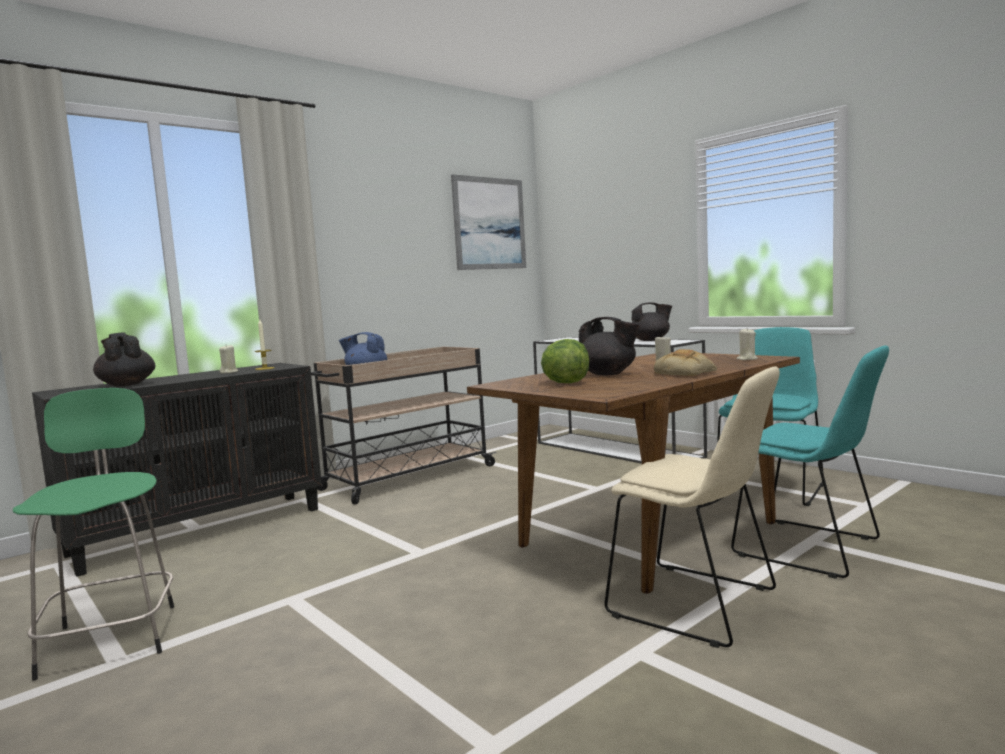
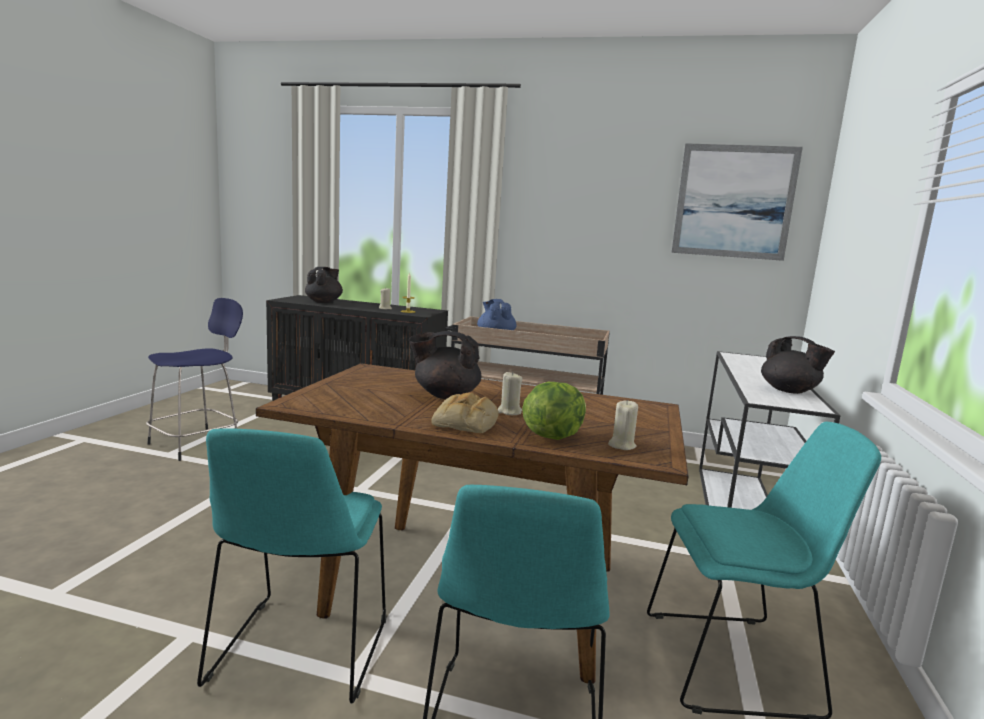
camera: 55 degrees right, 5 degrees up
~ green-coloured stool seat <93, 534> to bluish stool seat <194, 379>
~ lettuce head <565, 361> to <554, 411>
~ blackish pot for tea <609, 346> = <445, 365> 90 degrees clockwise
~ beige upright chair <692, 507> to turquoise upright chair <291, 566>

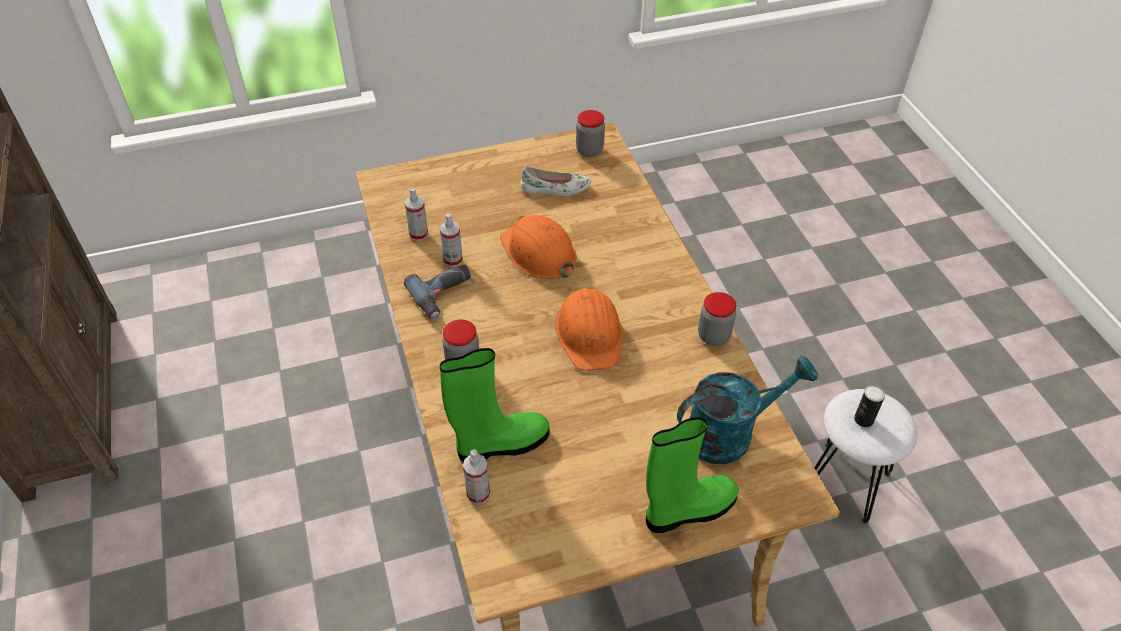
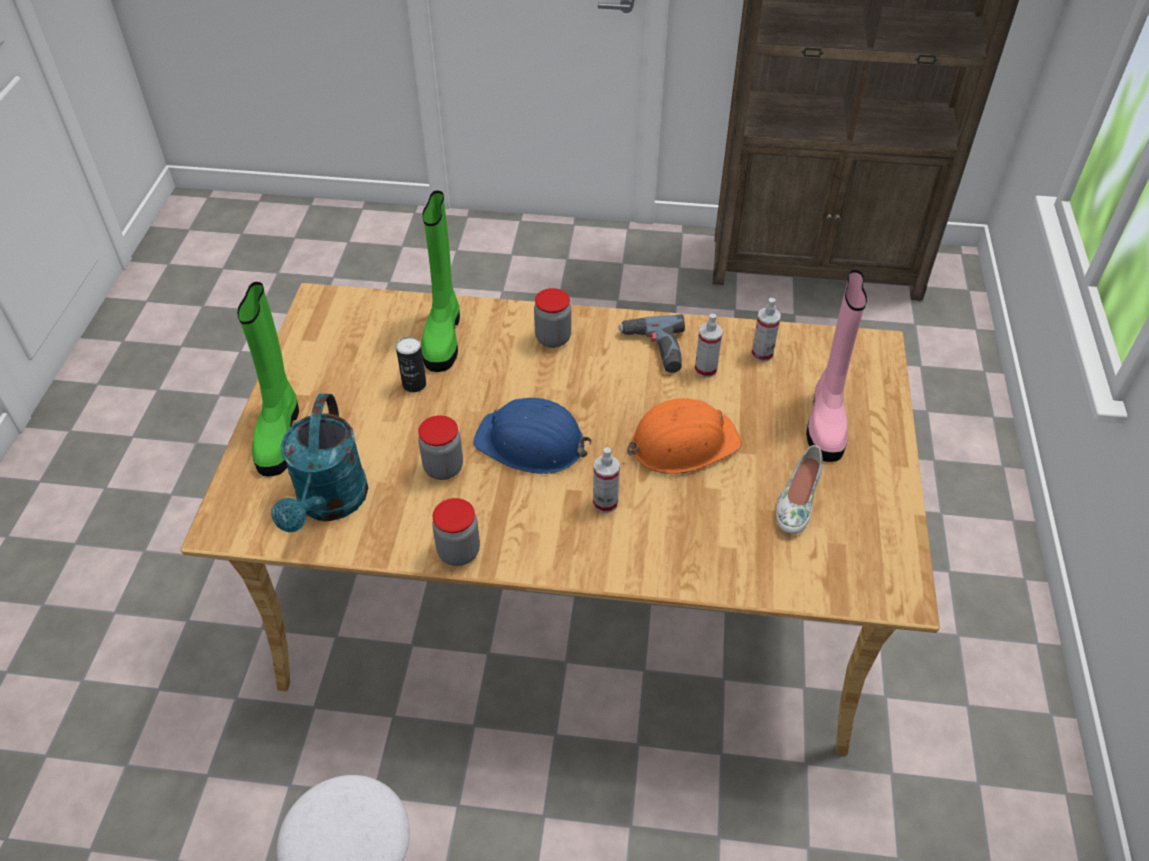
camera: 115 degrees right, 0 degrees up
~ hand sprayer <476, 476> to <606, 480>
~ orange-coloured hard hat <589, 329> to bluish hard hat <532, 436>
~ jar <590, 133> to <440, 447>
~ sealed can <869, 406> to <411, 364>
+ pink high-top boot <836, 366>

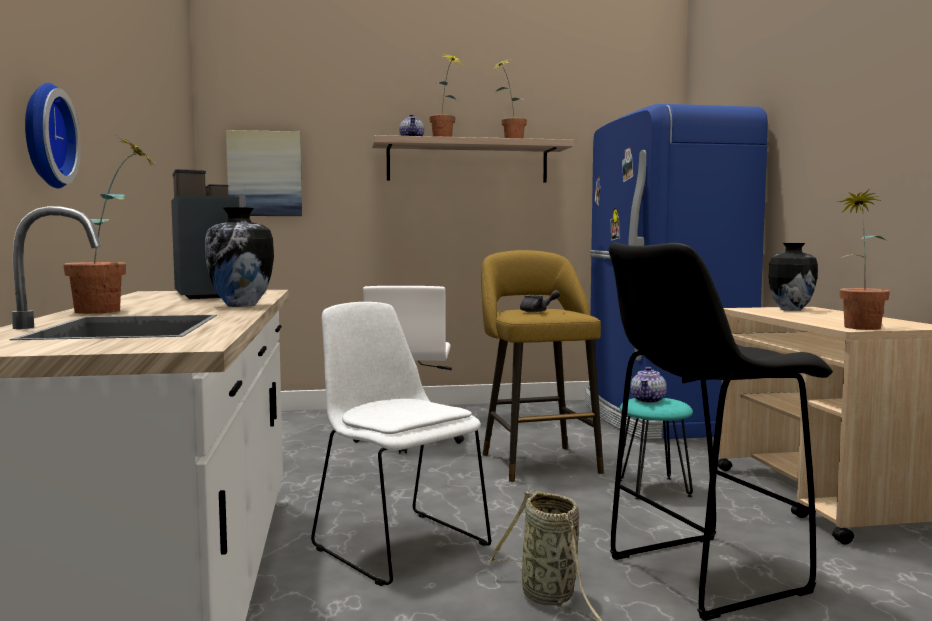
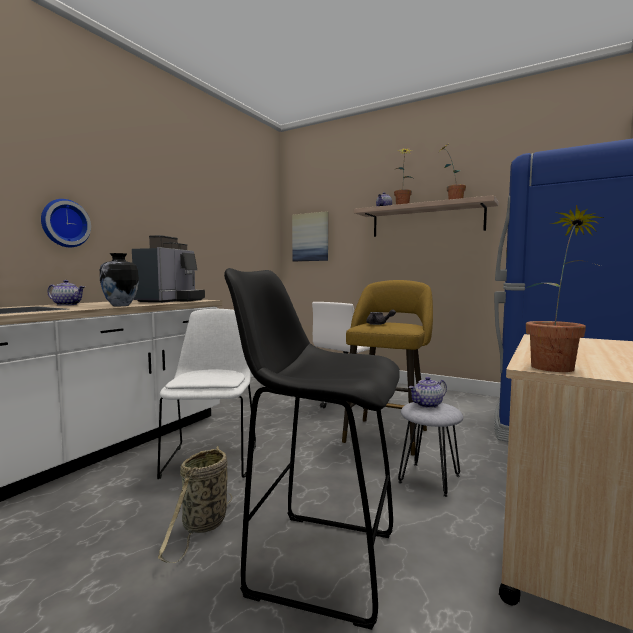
camera: 40 degrees right, 0 degrees up
~ plant in a pot <109, 226> to pot for tea <66, 293>
~ turquoise stool seat <656, 448> to gray stool seat <430, 449>
- decorative vase <793, 277>

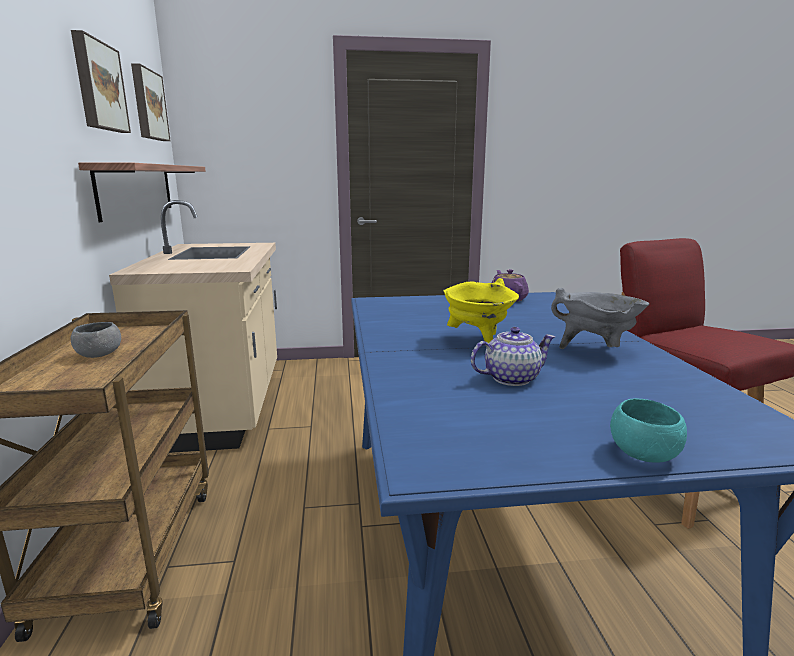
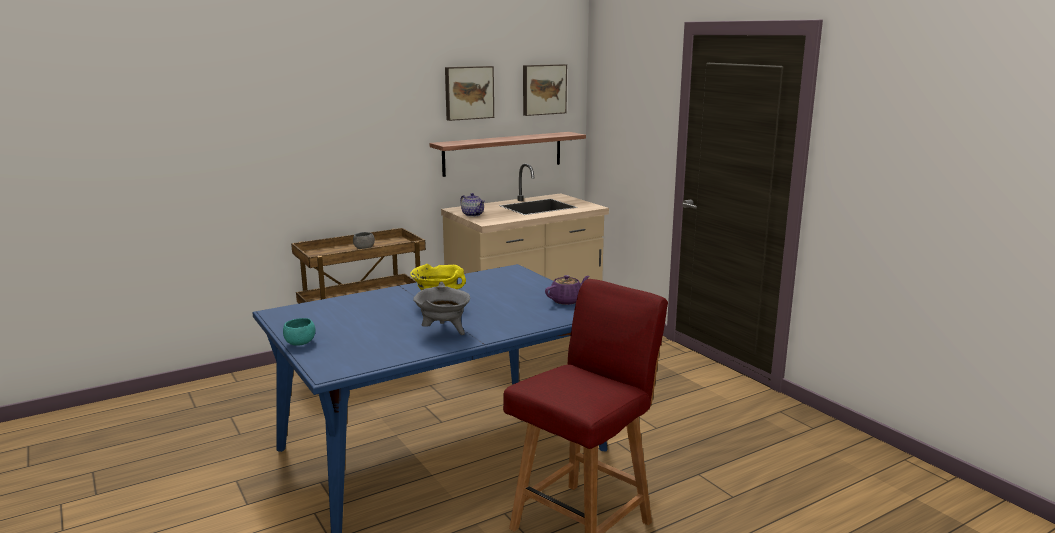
camera: 65 degrees right, 0 degrees up
~ pot for tea <513, 356> to <472, 205>

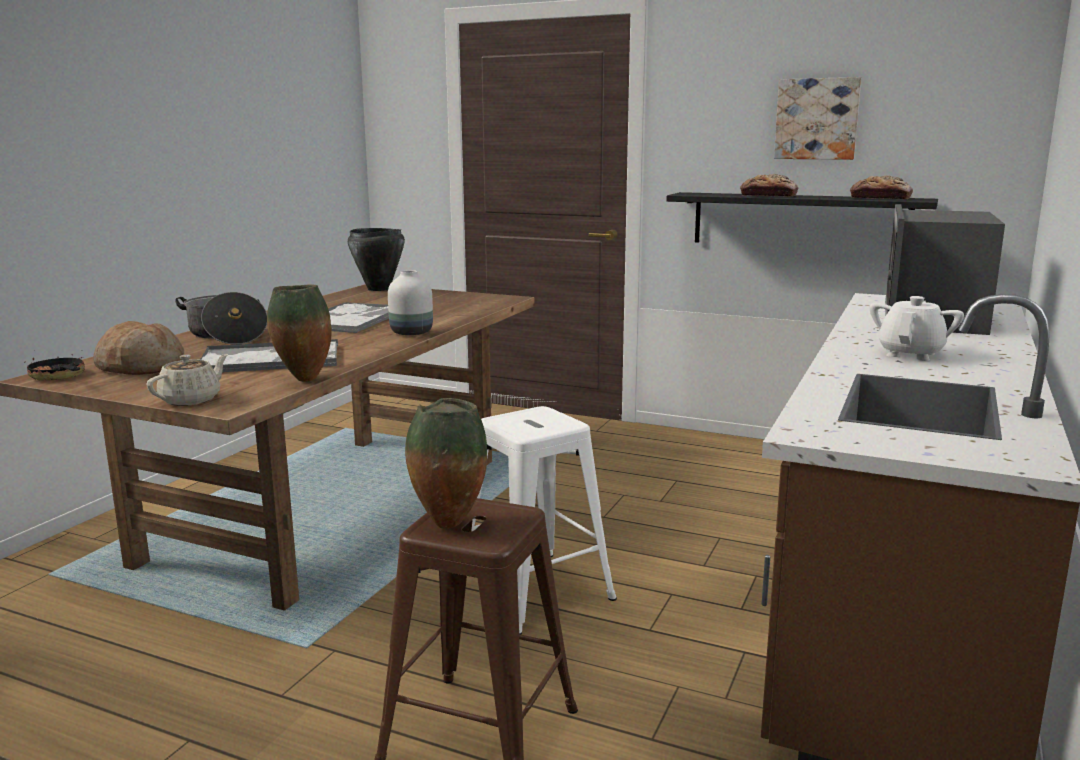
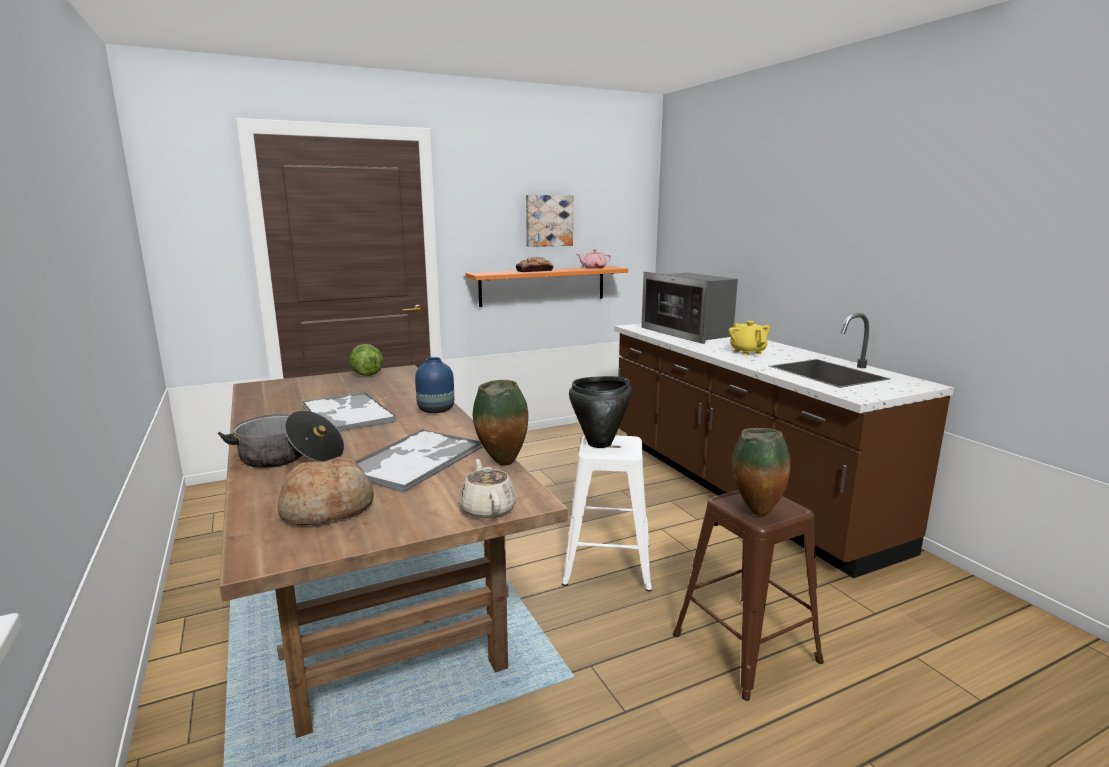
camera: 50 degrees left, 0 degrees up
- skillet <55, 365>
~ blackish cooking pot <376, 259> to <600, 412>
~ white-coloured decorative vase <410, 302> to bluish decorative vase <434, 385>
~ blackish wall shelf <802, 217> to orange-coloured wall shelf <547, 286>
~ bakery bread <881, 187> to pink pot for tea <594, 259>
~ white-coloured pot for tea <917, 328> to yellow pot for tea <749, 338>
+ lettuce head <366, 360>

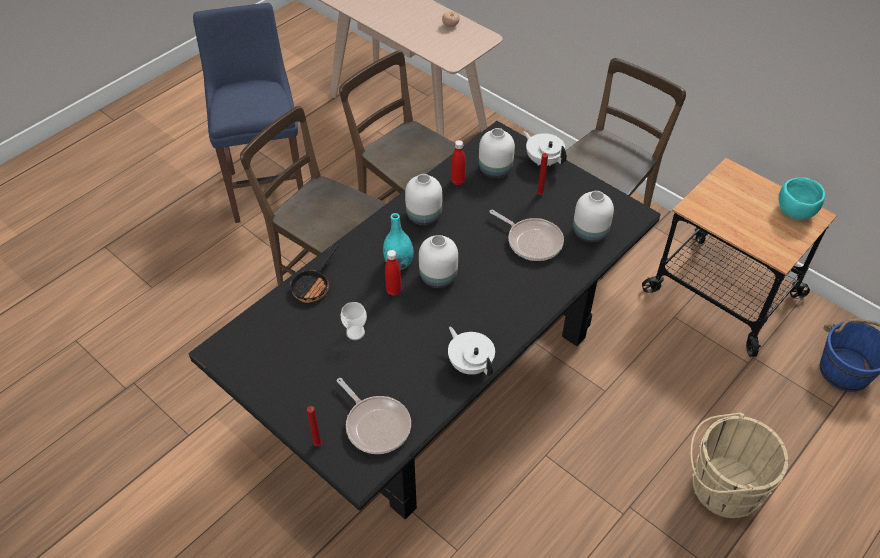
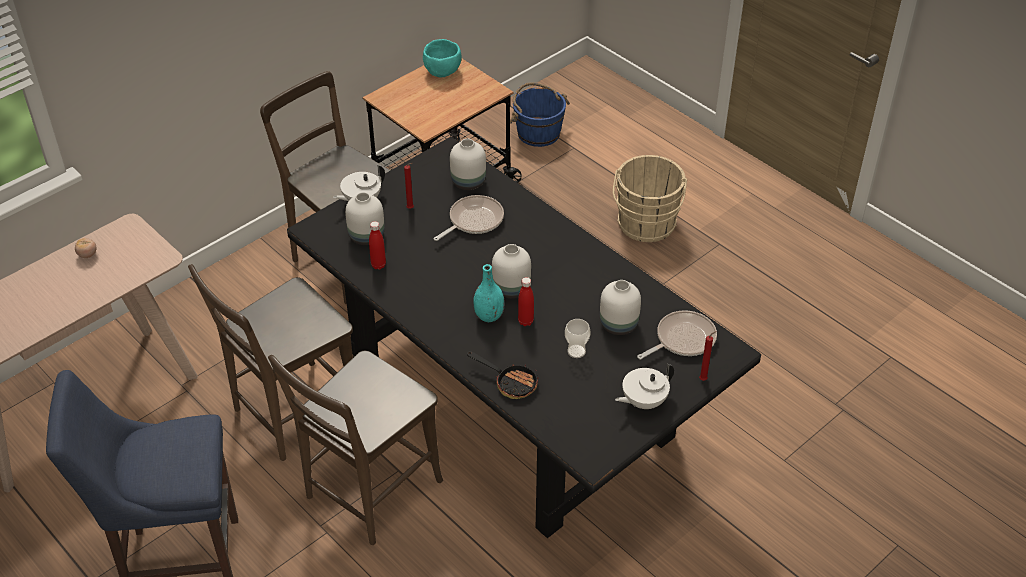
camera: 85 degrees left, 5 degrees down
~ white-coloured decorative vase <423, 199> to <620, 307>
~ white-coloured pot for tea <471, 351> to <644, 386>

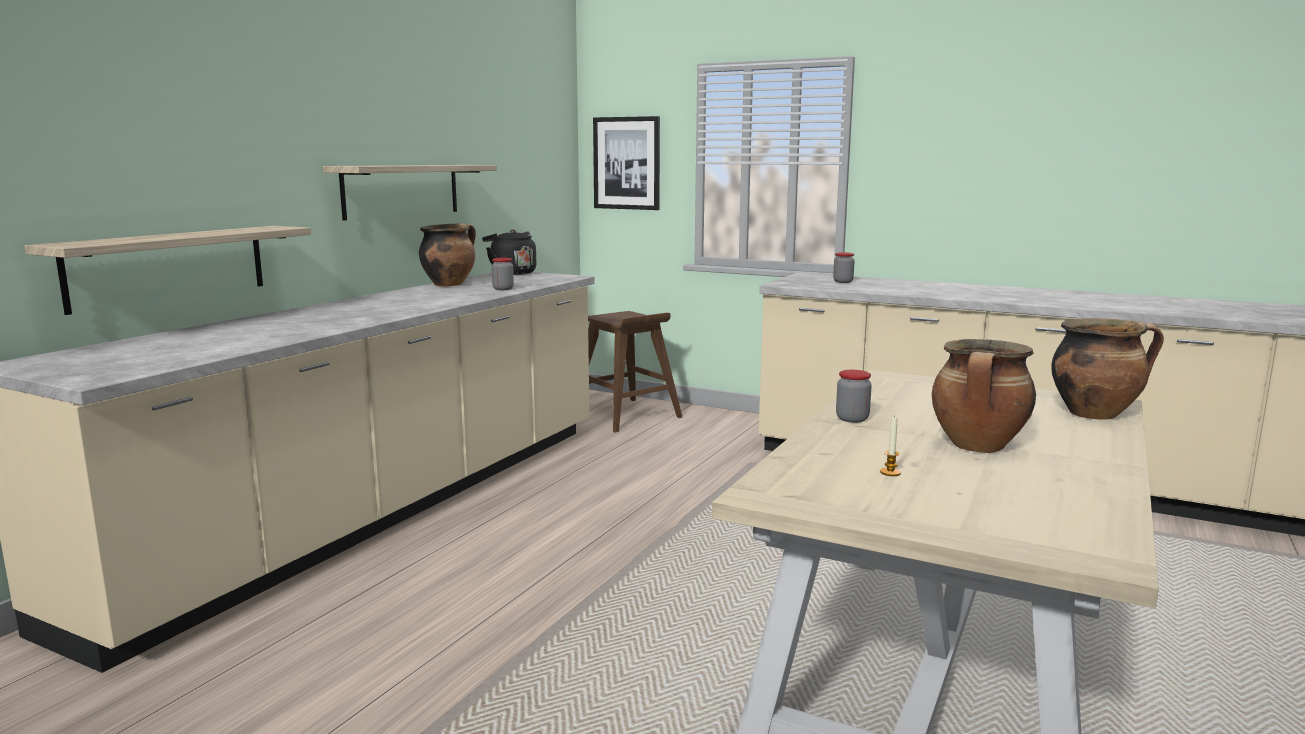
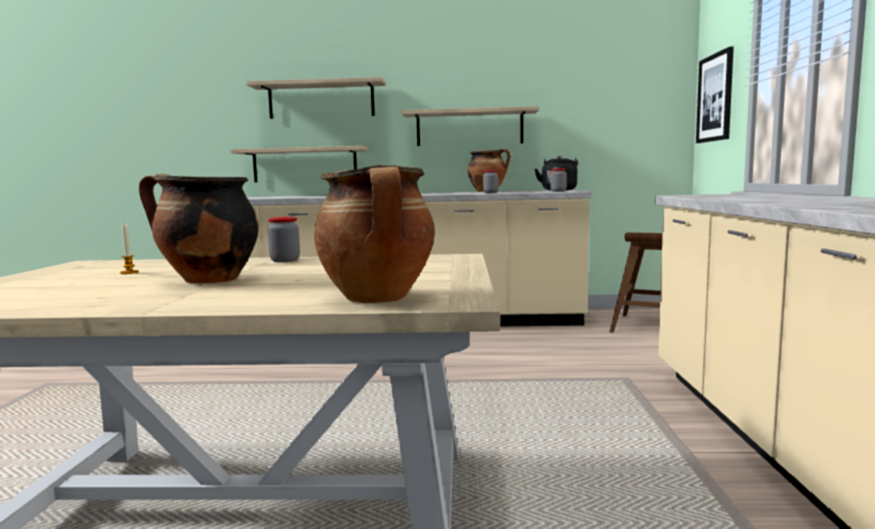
camera: 65 degrees right, 5 degrees down
~ jar <844, 267> to <559, 180>
+ wall shelf <316, 98>

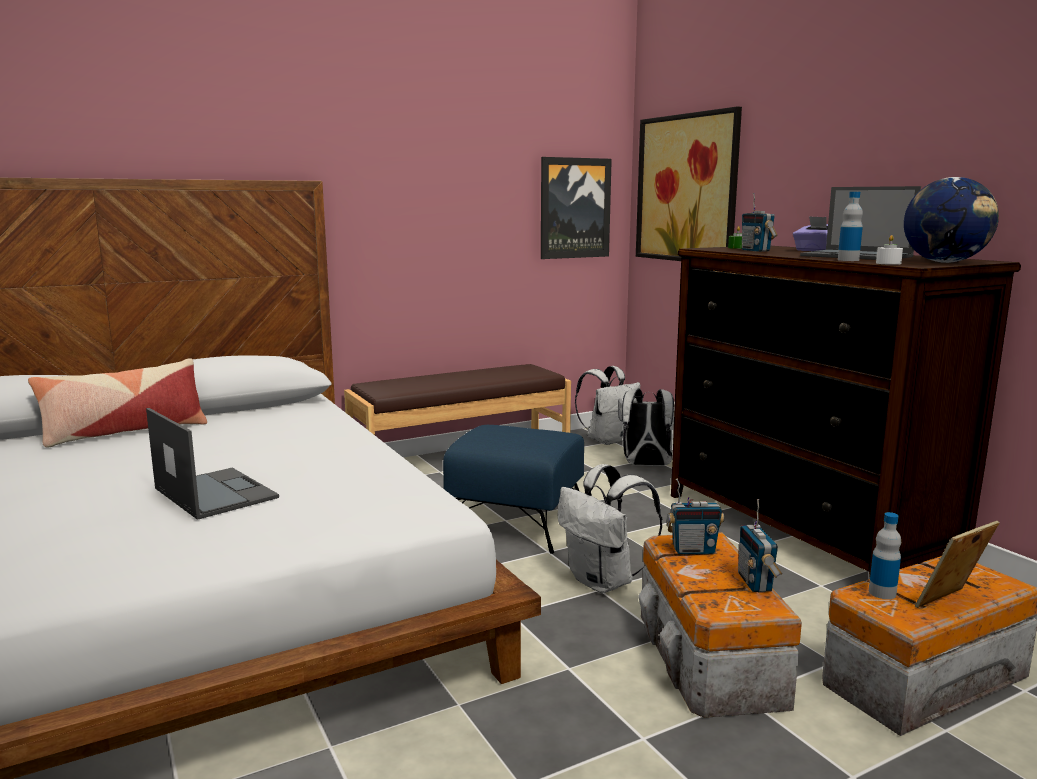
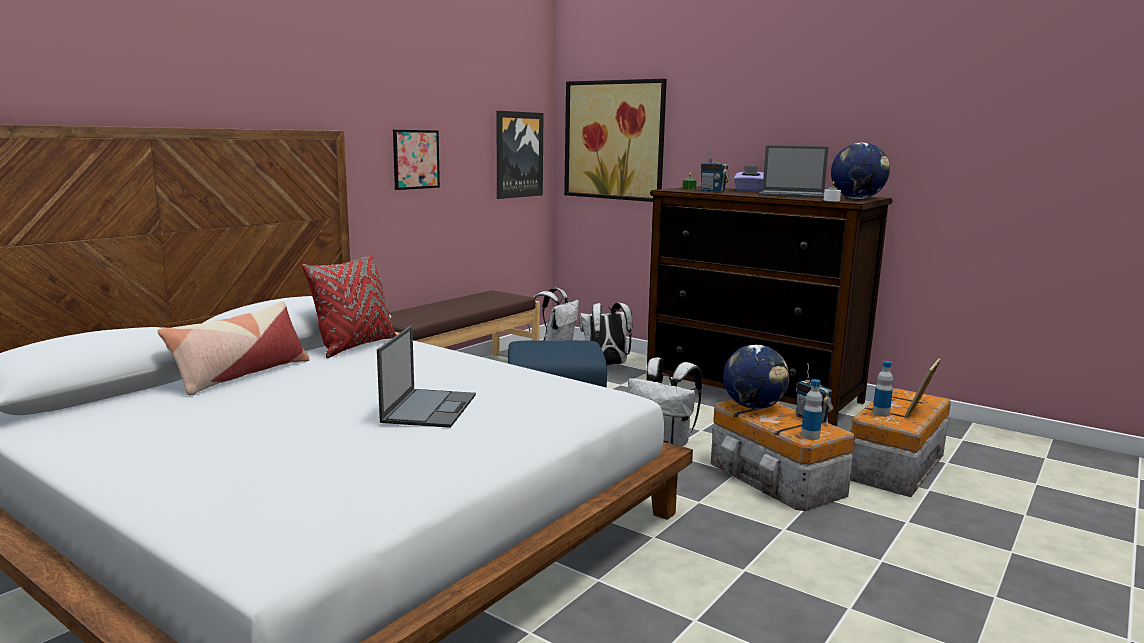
camera: 25 degrees left, 0 degrees up
~ laptop <212, 464> = <426, 377> 75 degrees clockwise
~ radio <696, 516> to desk globe <756, 377>
~ beverage bottle <850, 226> to <812, 409>
+ red pillow <349, 306>
+ picture <416, 160>

